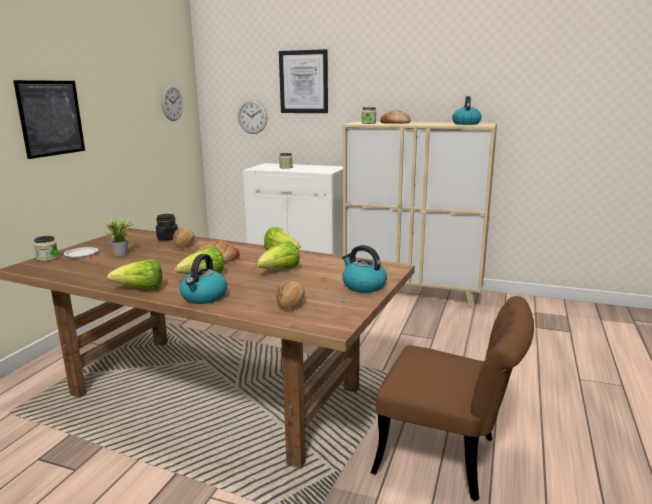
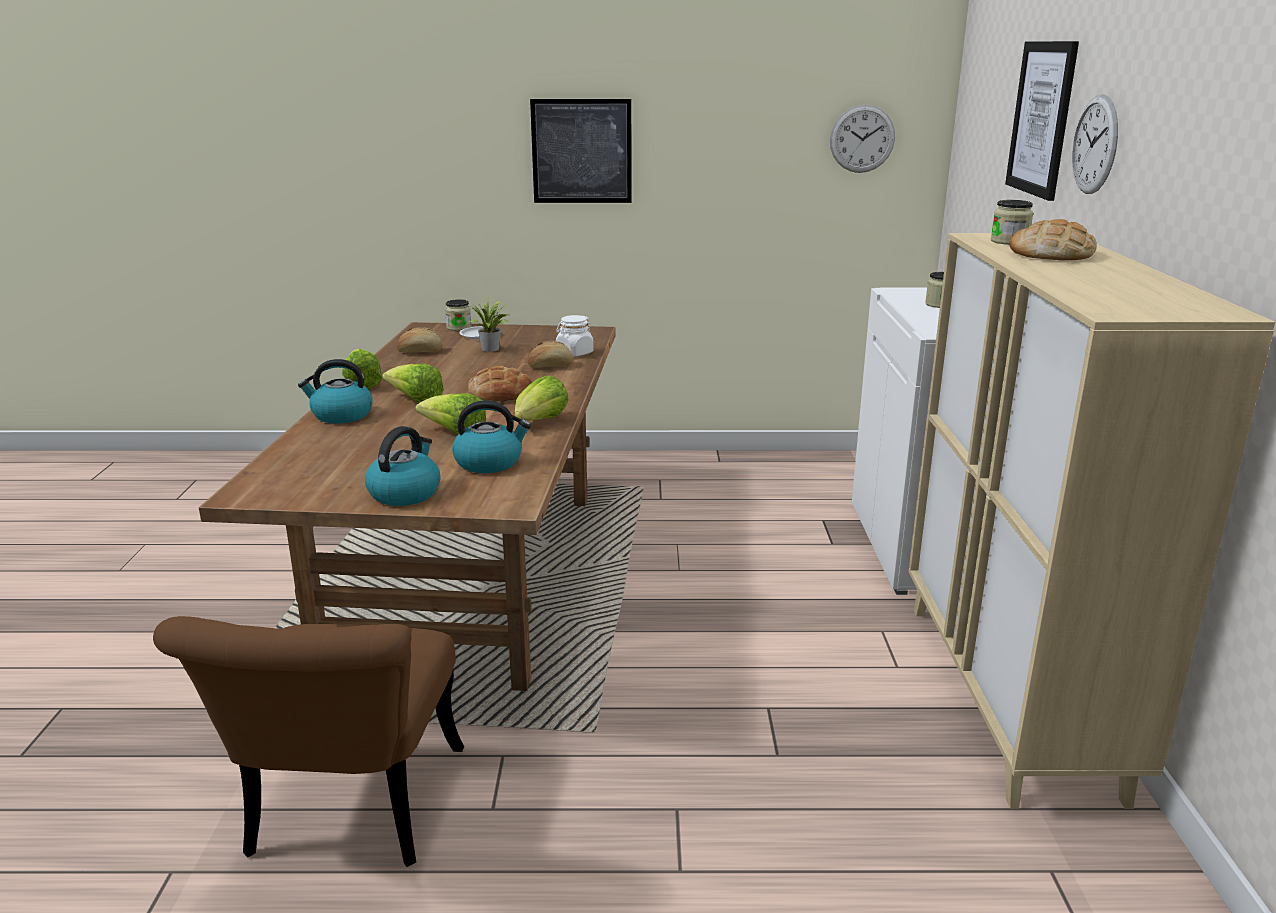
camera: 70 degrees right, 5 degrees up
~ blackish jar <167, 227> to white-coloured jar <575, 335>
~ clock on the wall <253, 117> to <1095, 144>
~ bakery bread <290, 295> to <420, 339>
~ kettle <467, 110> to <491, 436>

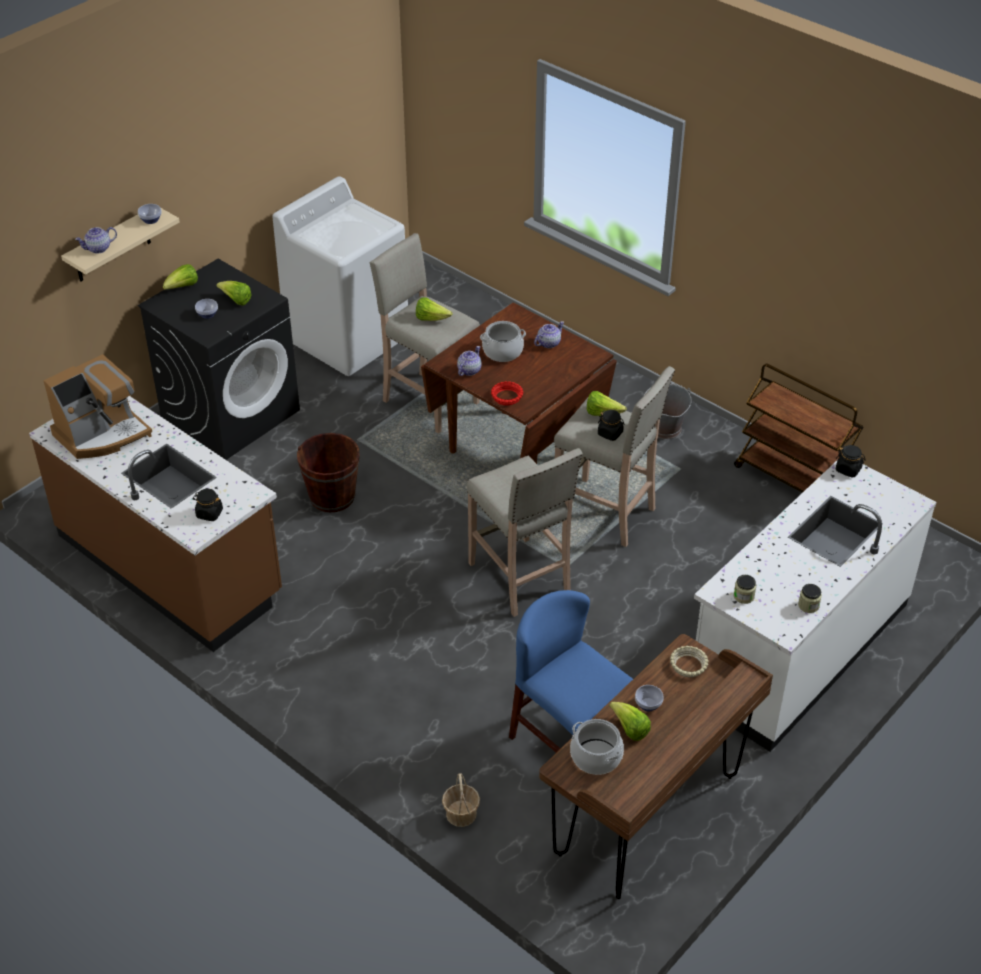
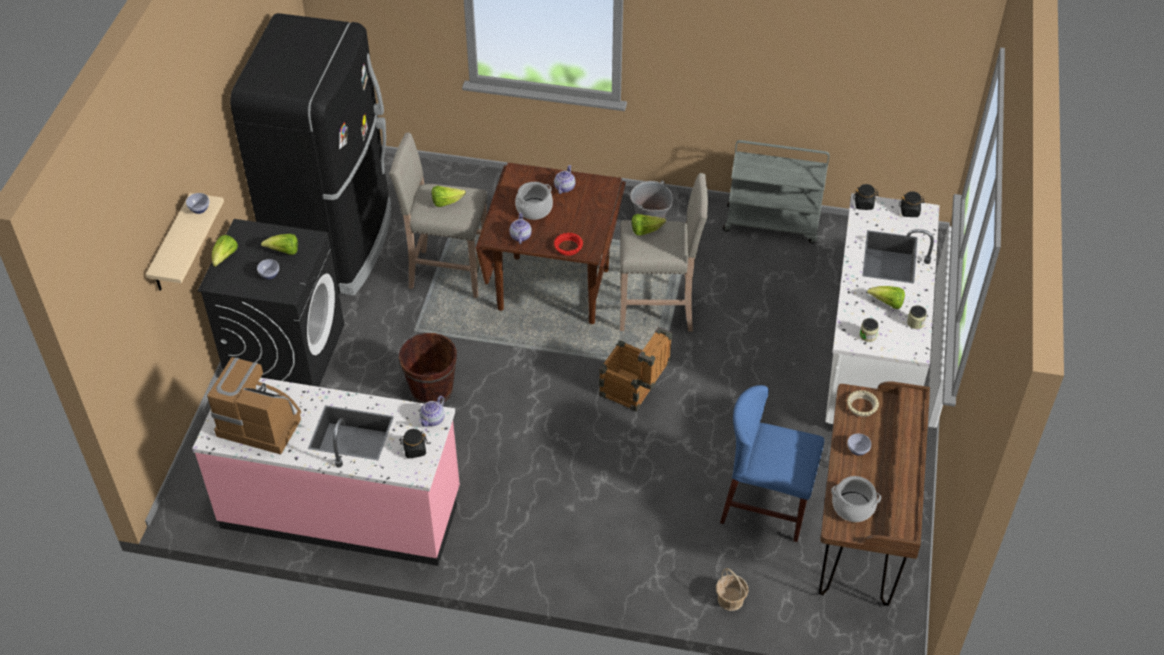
camera: 30 degrees left, 5 degrees up
~ brown-coloured kitchen counter <155, 524> to pink kitchen counter <326, 472>
~ coffee maker <97, 406> = <254, 406> 90 degrees counterclockwise
~ pot for tea <96, 240> to <432, 411>
~ white-coloured laundry machine <340, 276> to blackish refrigerator <310, 154>
~ beige stool seat <525, 532> to crate <635, 369>
~ blackish jar <611, 425> to <912, 204>
~ lettuce head <630, 721> to <886, 297>
~ brown-coloured wheeled cart <798, 428> to gray wheeled cart <776, 191>

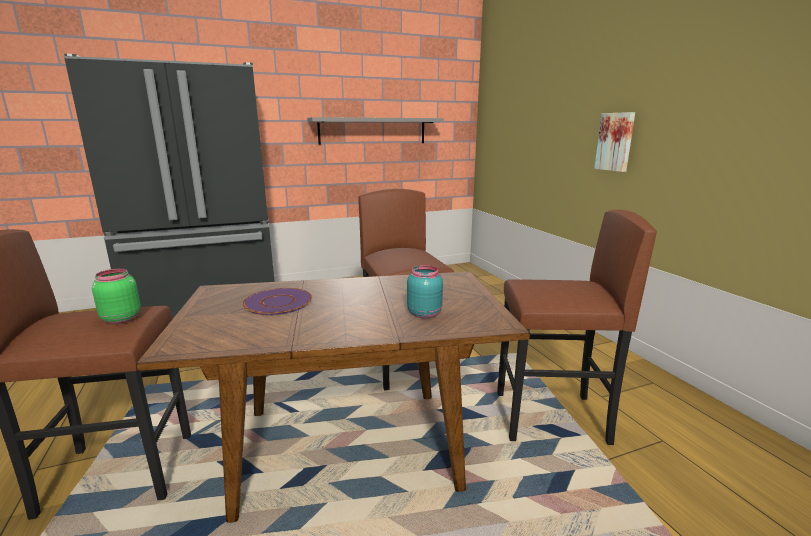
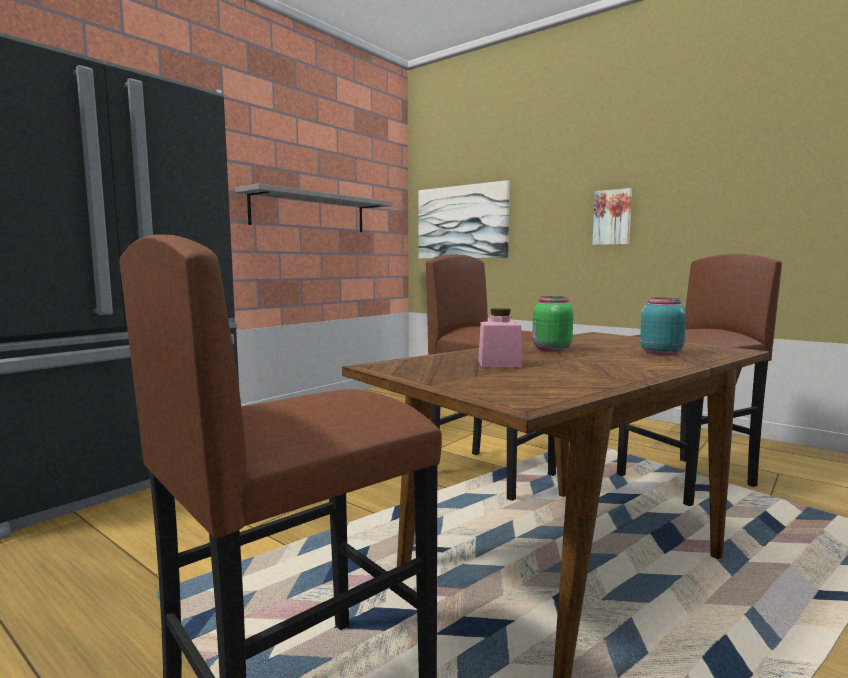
camera: 30 degrees left, 10 degrees down
~ green-coloured jar <116, 296> to <553, 324>
~ purplish plate <277, 301> to pink jar <500, 337>
+ picture <464, 219>

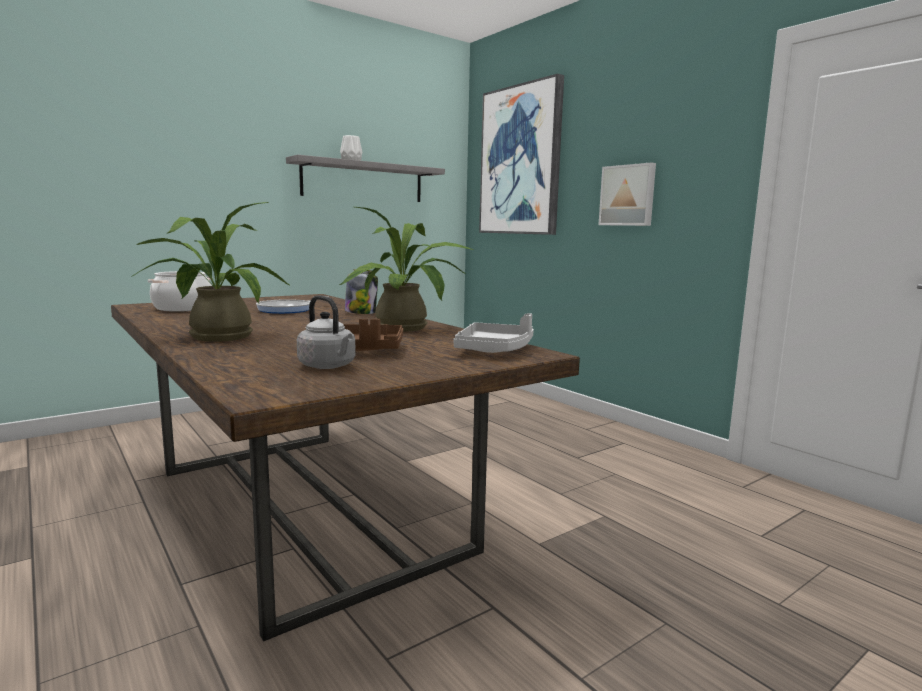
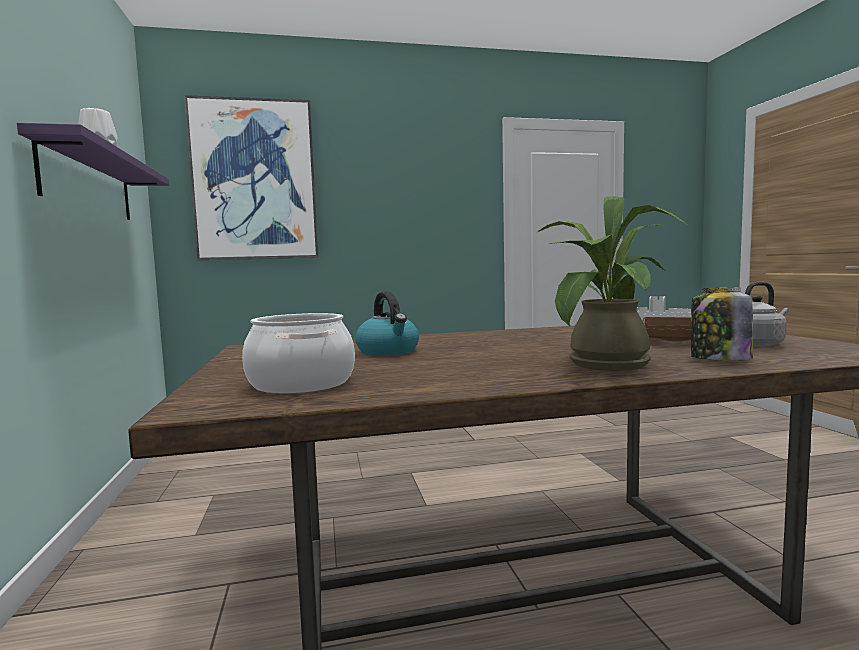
camera: 65 degrees left, 5 degrees down
~ skillet <292, 305> to kettle <387, 323>
~ gray wall shelf <365, 178> to purplish wall shelf <93, 171>
- plant in a pot <406, 269>
~ jar <361, 291> to <722, 324>
- picture <627, 194>

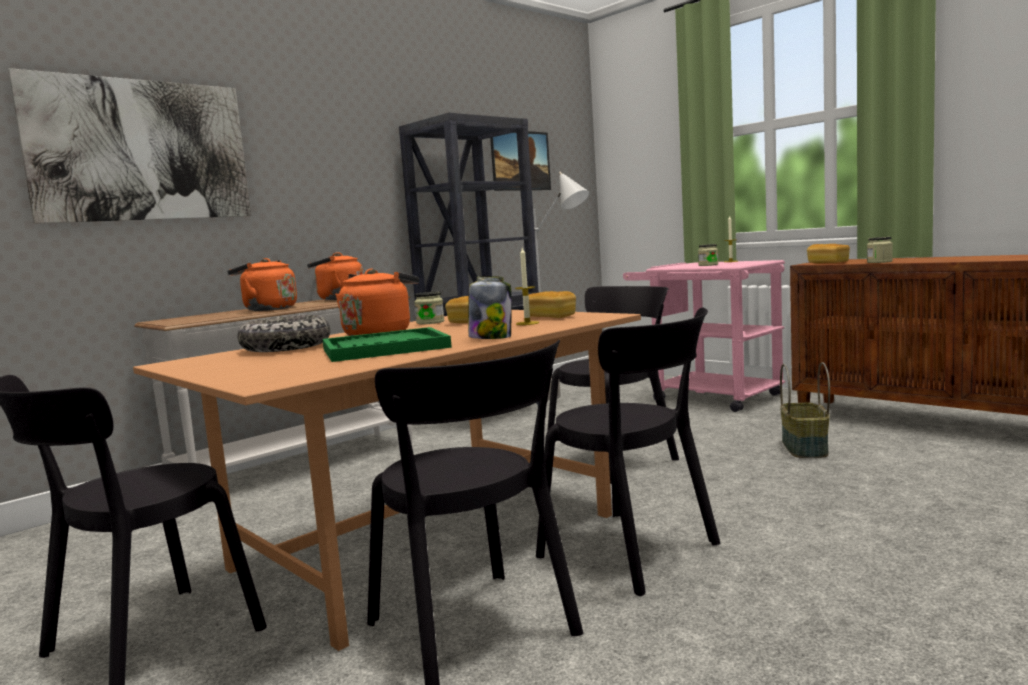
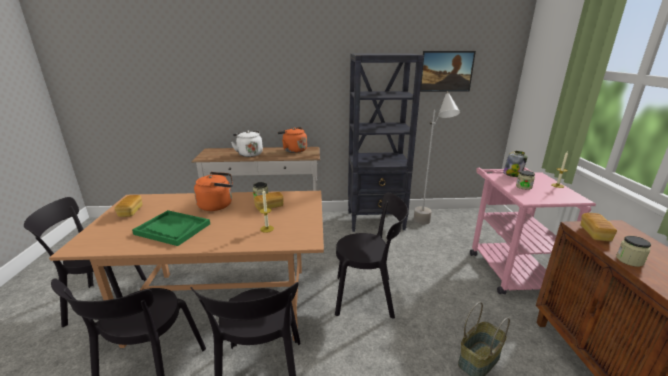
camera: 40 degrees right, 15 degrees up
- picture <129, 146>
~ orange-coloured kettle <262, 284> to white-coloured kettle <247, 144>
- serving bowl <284, 333>
~ jar <490, 307> to <515, 164>
~ bakery bread <552, 304> to <128, 206>

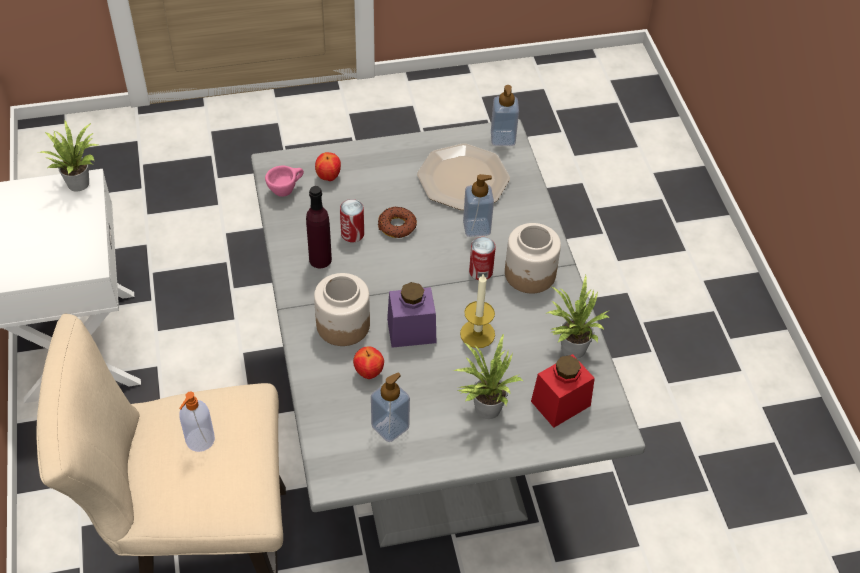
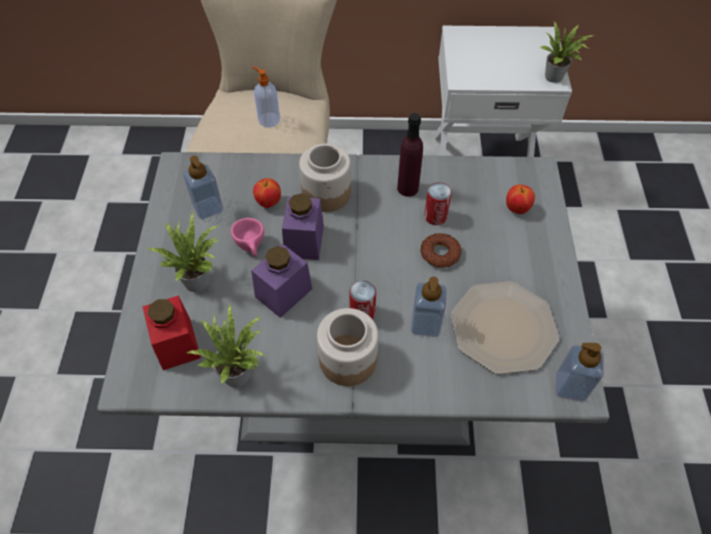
camera: 105 degrees right, 5 degrees up
~ pink cup <284, 181> to <247, 237>
~ candle <477, 310> to purplish jar <281, 281>

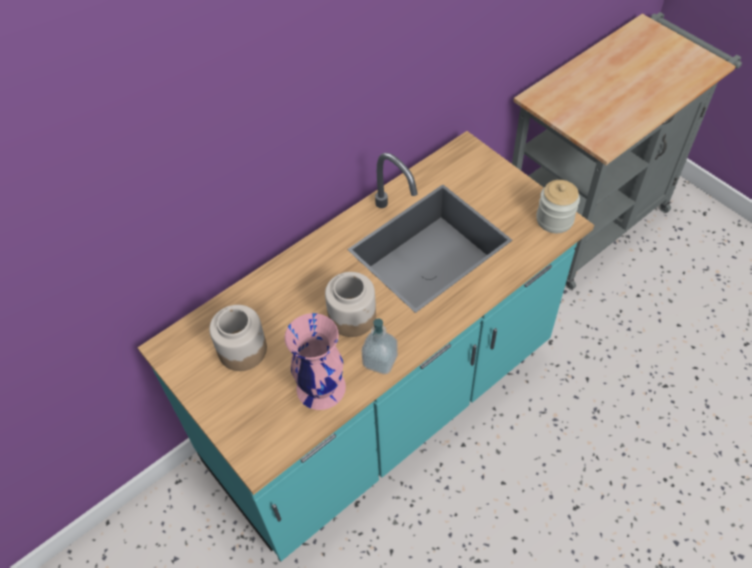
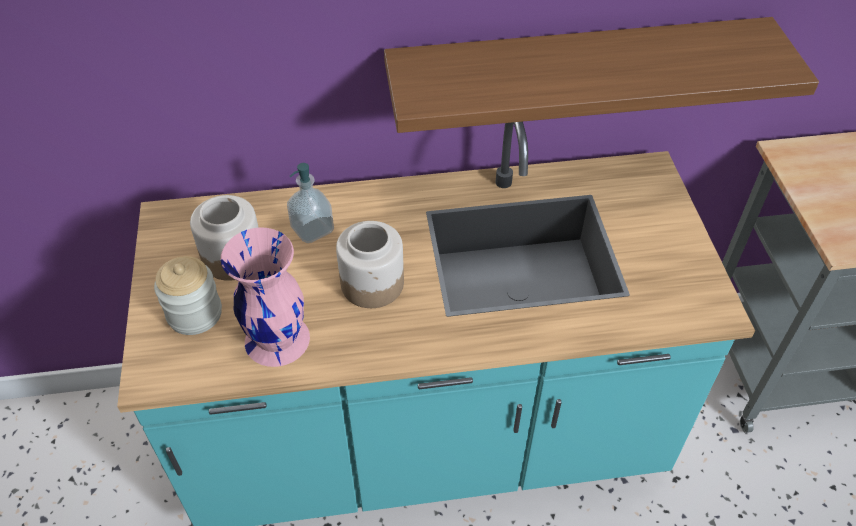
camera: 30 degrees right, 5 degrees down
~ liquid soap bottle <380, 346> to <310, 203>
~ jar <558, 206> to <188, 295>
+ wall shelf <601, 75>

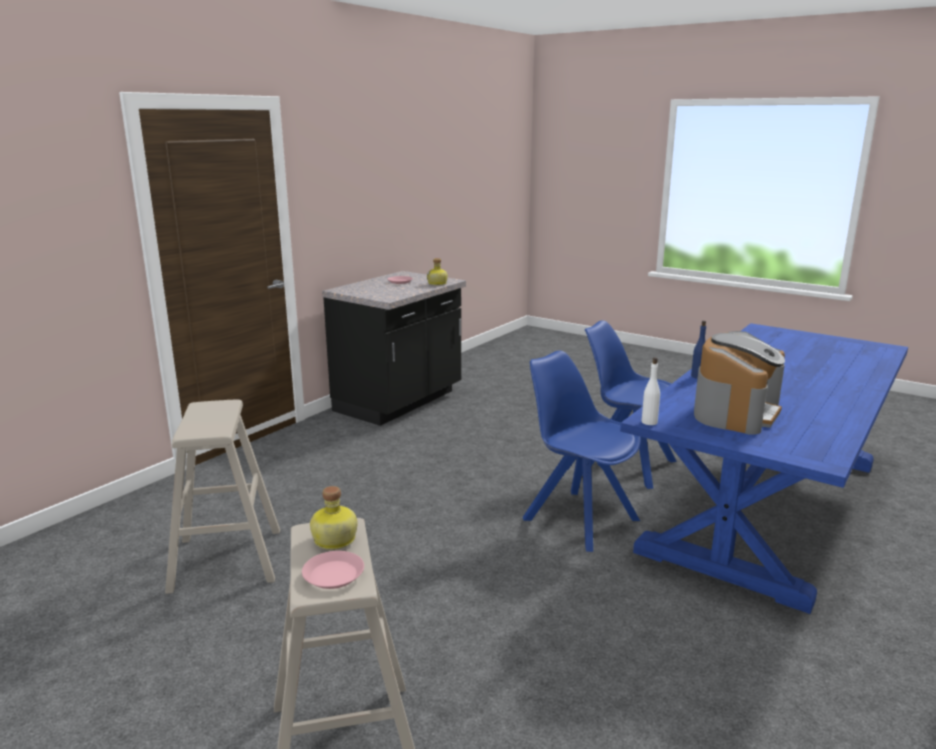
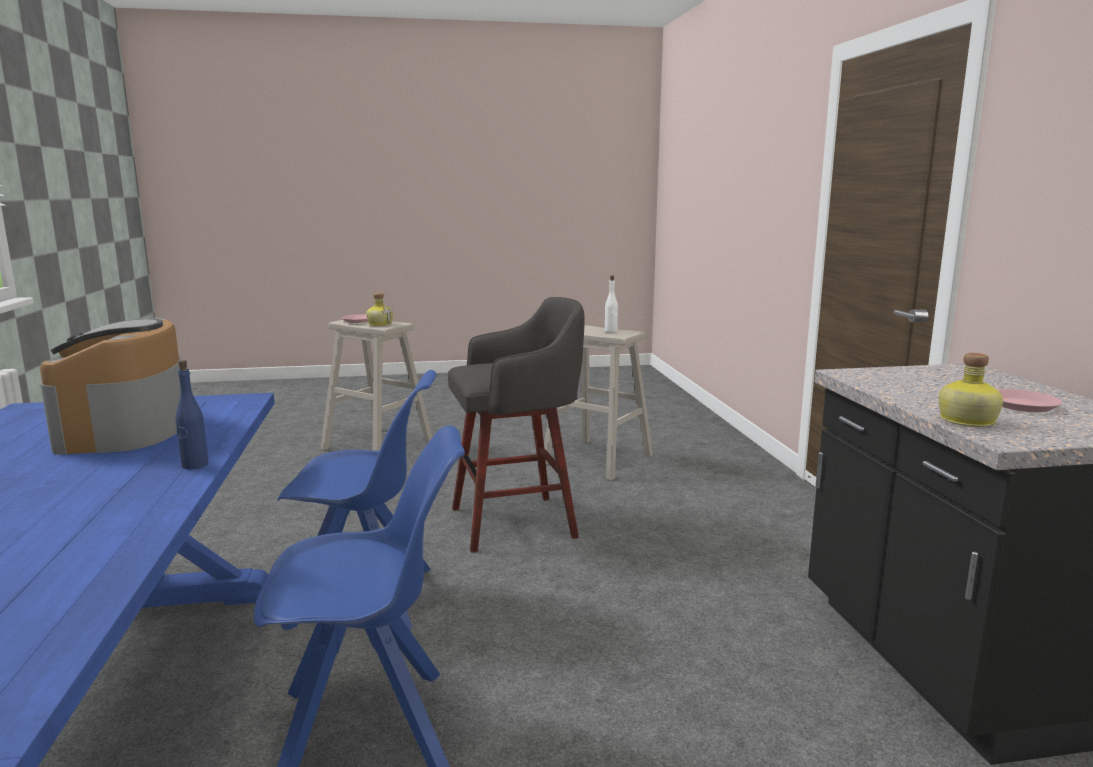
camera: 135 degrees right, 5 degrees down
~ white-coloured beverage bottle <651, 391> to <611, 304>
+ gray stool seat <516, 424>

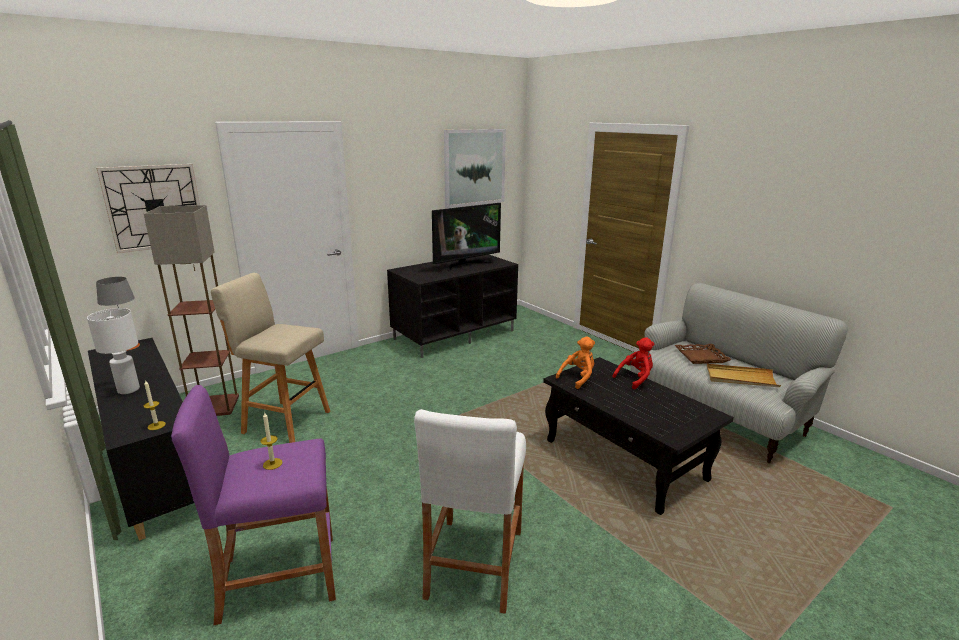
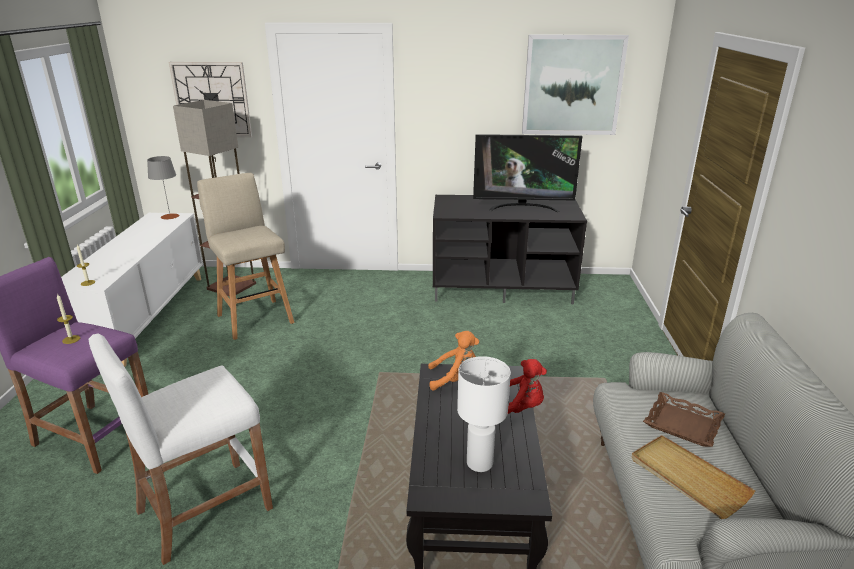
camera: 40 degrees right, 5 degrees up
~ white-coloured lamp for a table <113, 351> to <484, 414>
~ blackish cupboard <141, 439> to white-coloured cupboard <132, 290>

